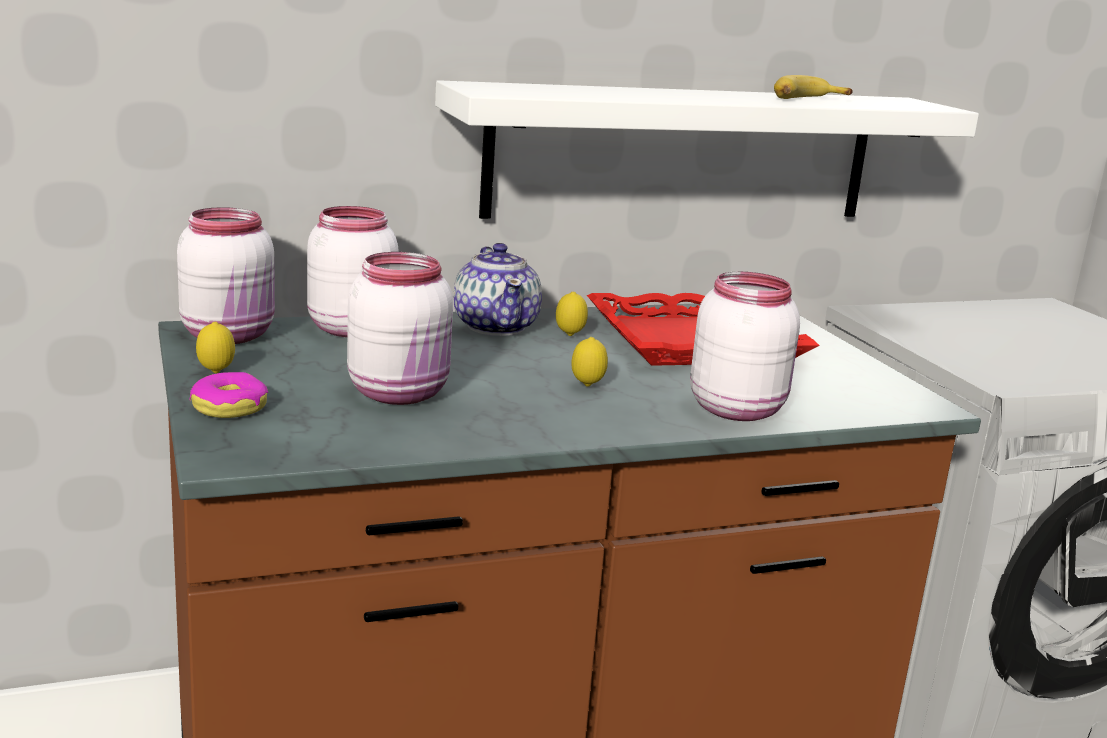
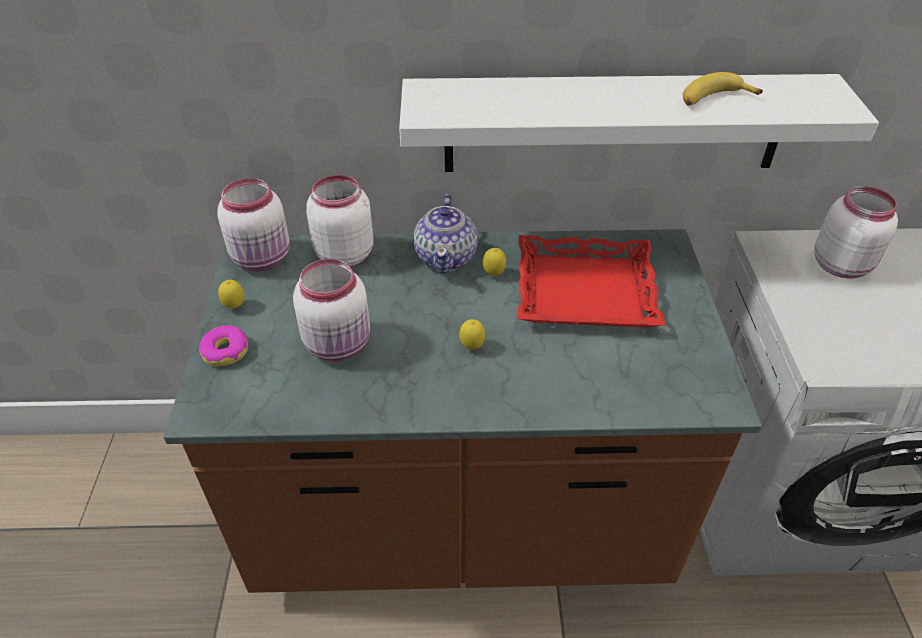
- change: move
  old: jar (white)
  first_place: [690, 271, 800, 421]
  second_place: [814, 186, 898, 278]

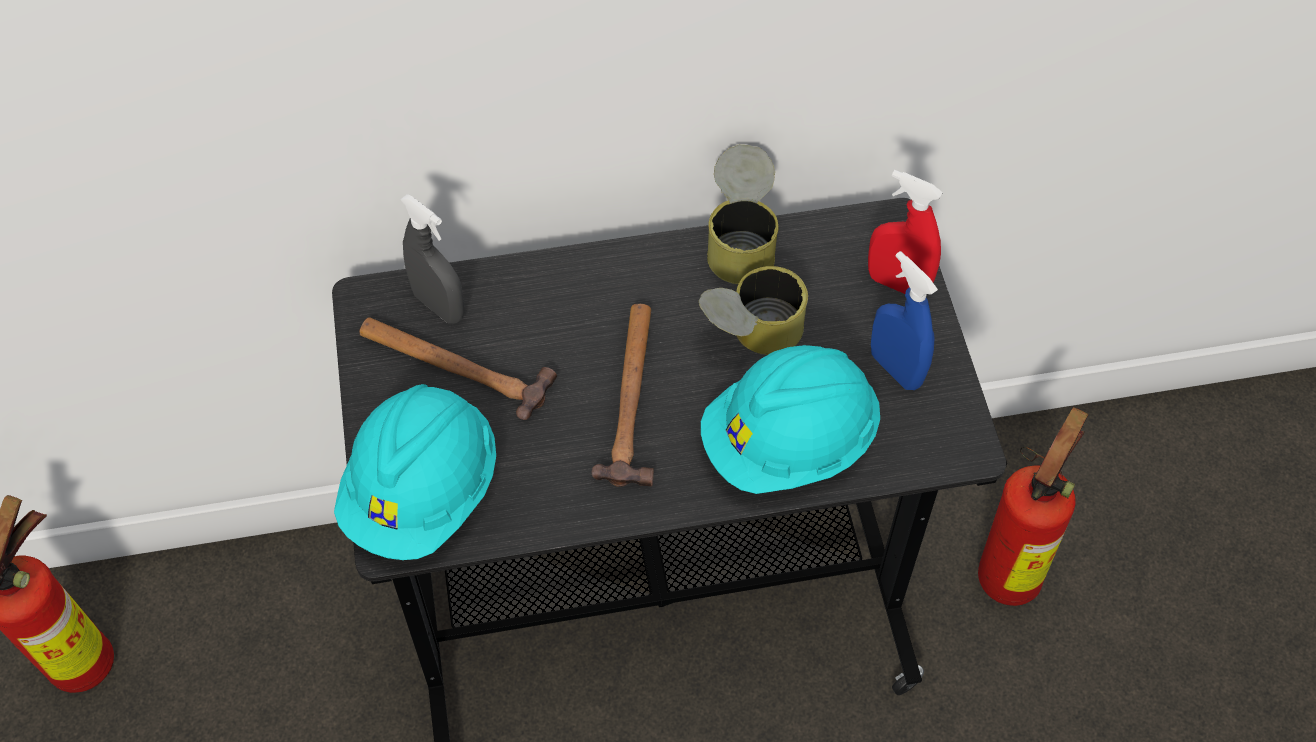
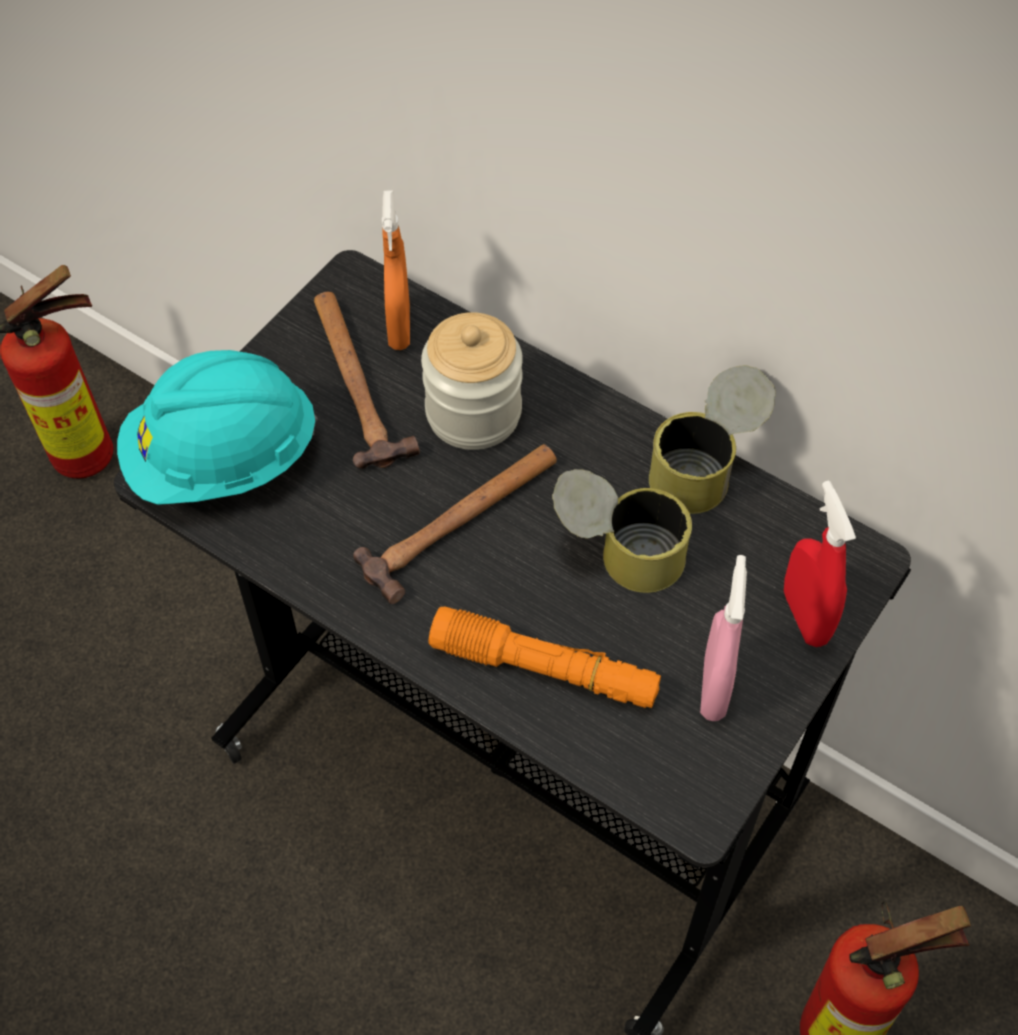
- change: insert
  new: jar
  second_place: [421, 312, 523, 450]
- change: replace
  old: hard hat (turquoise)
  new: flashlight (orange)
  first_place: [701, 345, 880, 494]
  second_place: [428, 606, 661, 708]
- change: recolor
  old: spray bottle (grey)
  new: spray bottle (orange)
  first_place: [400, 194, 465, 324]
  second_place: [382, 190, 410, 350]
- change: recolor
  old: spray bottle (blue)
  new: spray bottle (pink)
  first_place: [871, 251, 938, 390]
  second_place: [700, 555, 747, 721]

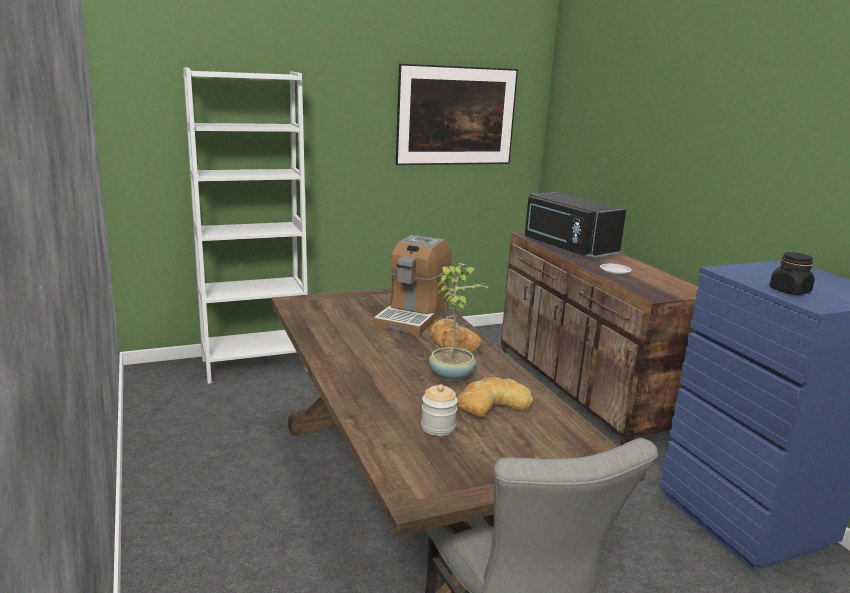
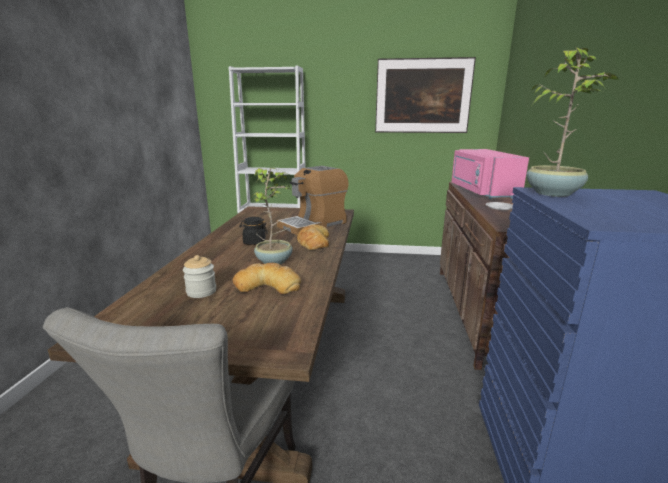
- change: insert
  new: potted plant
  second_place: [526, 47, 619, 197]
- change: move
  old: jar (black)
  first_place: [770, 252, 814, 295]
  second_place: [239, 217, 268, 245]
- change: recolor
  old: microwave (black)
  new: microwave (pink)
  first_place: [525, 192, 626, 258]
  second_place: [452, 149, 529, 199]

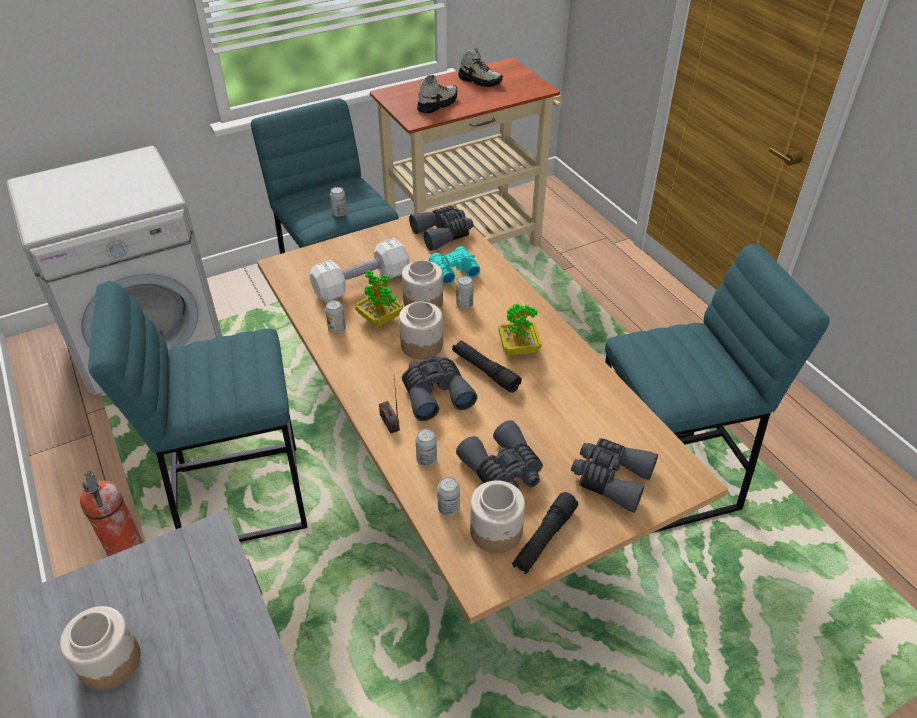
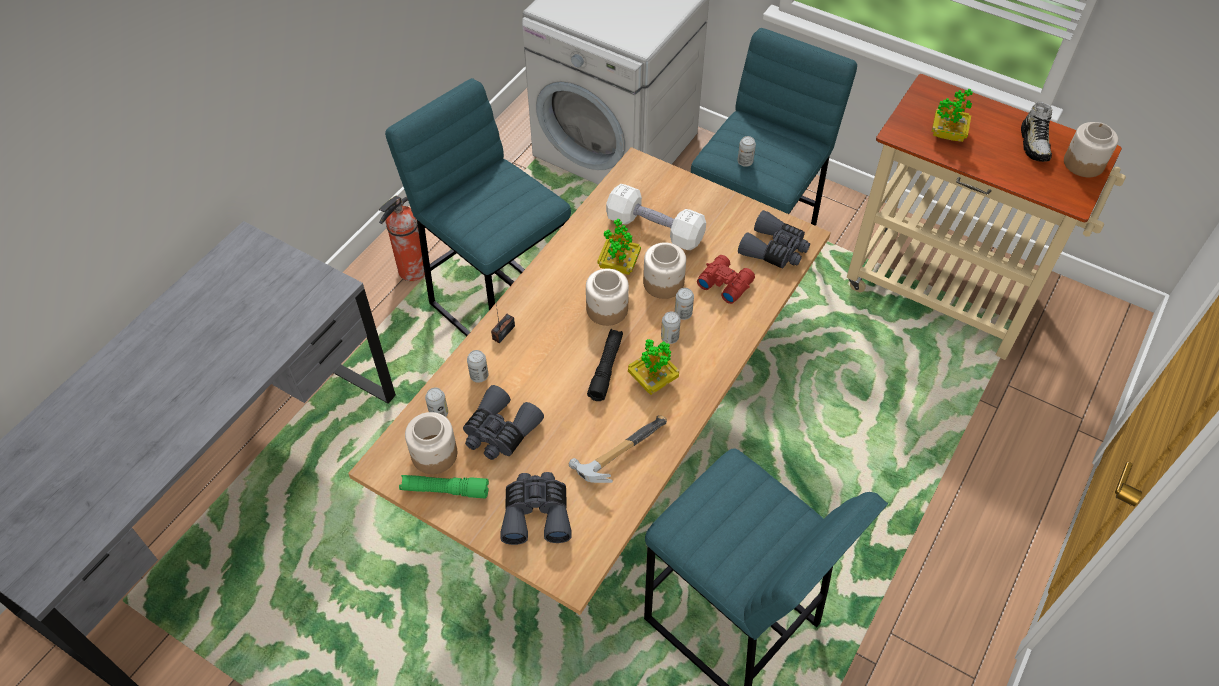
- change: delete
  old: binoculars (grey)
  first_place: [402, 356, 477, 421]
- change: insert
  new: hammer
  second_place: [569, 415, 667, 483]
- change: move
  old: jar
  first_place: [60, 606, 141, 690]
  second_place: [1064, 122, 1118, 177]
- change: move
  old: can
  first_place: [325, 300, 346, 334]
  second_place: [661, 312, 681, 344]
- change: replace
  old: shoe
  new: potted plant
  first_place: [417, 75, 457, 114]
  second_place: [932, 89, 973, 142]
- change: recolor
  old: binoculars (turquoise)
  new: binoculars (red)
  first_place: [429, 246, 480, 284]
  second_place: [697, 255, 755, 304]
- change: recolor
  old: flashlight (black)
  new: flashlight (green)
  first_place: [512, 492, 578, 574]
  second_place: [399, 475, 489, 499]

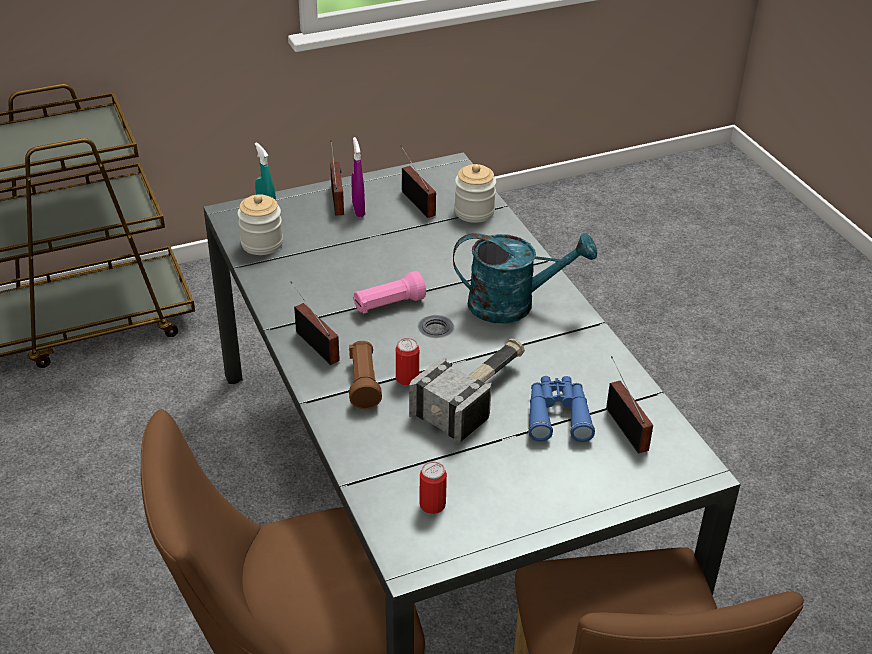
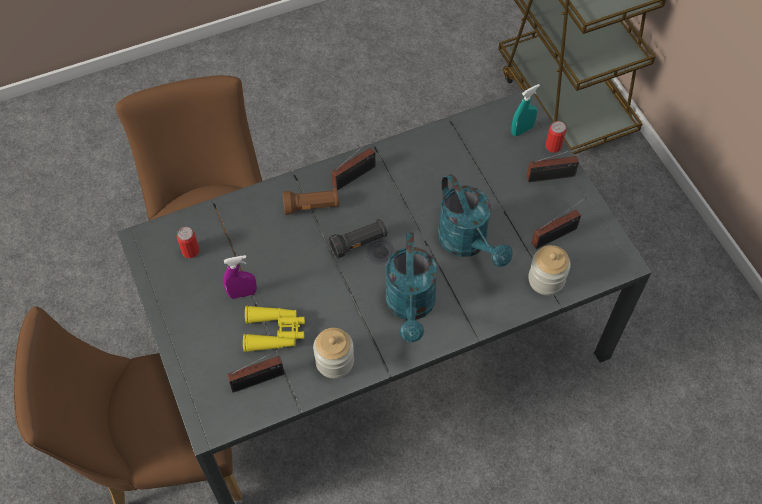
- change: delete
  old: flashlight (pink)
  first_place: [353, 271, 426, 314]
- change: delete
  old: hammer
  first_place: [409, 338, 525, 444]
- change: insert
  new: flashlight (black)
  second_place: [329, 219, 388, 258]
- change: insert
  new: watering can (turquoise)
  second_place: [437, 174, 513, 267]
- change: move
  old: jar
  first_place: [237, 194, 283, 255]
  second_place: [313, 328, 354, 379]
- change: move
  old: spray bottle (purple)
  first_place: [351, 137, 365, 217]
  second_place: [223, 255, 257, 299]
- change: move
  old: can
  first_place: [396, 338, 419, 386]
  second_place: [545, 121, 566, 153]
- change: recolor
  old: binoculars (blue)
  new: binoculars (yellow)
  first_place: [528, 376, 595, 442]
  second_place: [243, 305, 305, 352]

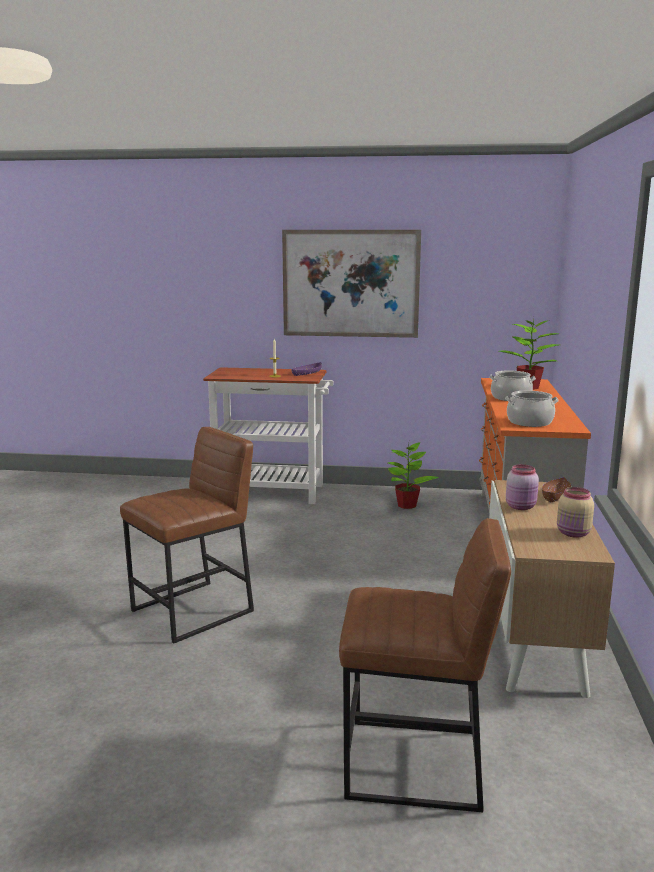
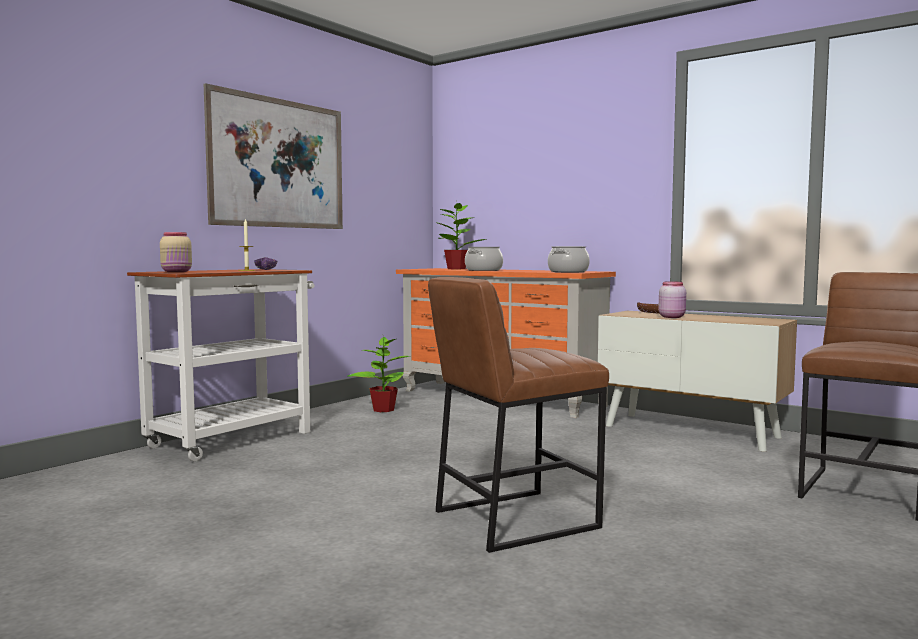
- change: move
  old: jar (beige)
  first_place: [557, 487, 594, 538]
  second_place: [160, 232, 192, 272]
- change: rotate
  old: chair (brown)
  first_place: [120, 427, 254, 644]
  second_place: [428, 277, 609, 553]
  degrees: -105

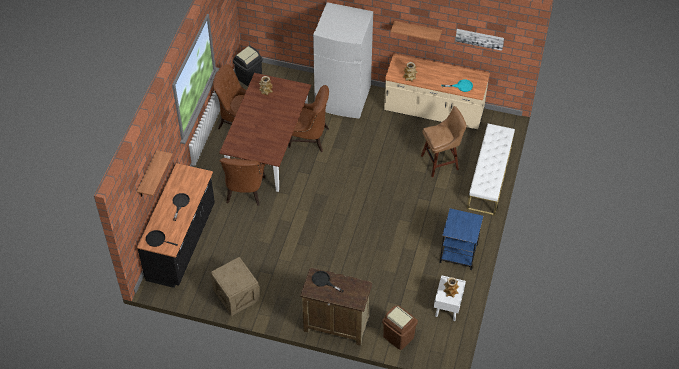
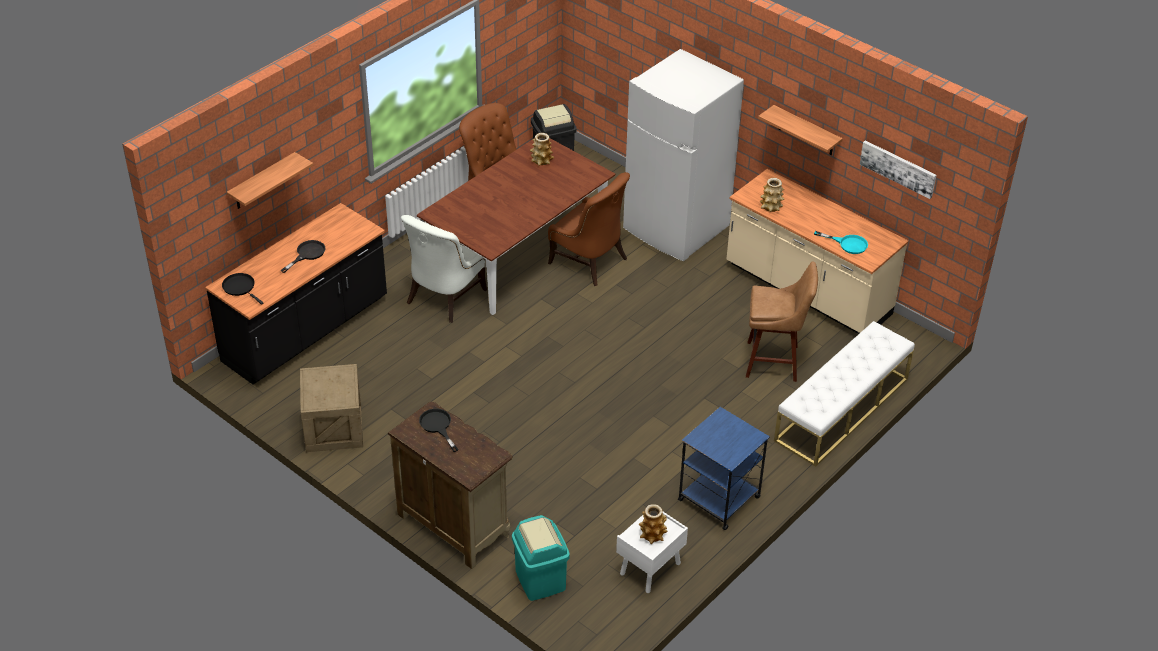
- change: recolor
  old: chair (brown)
  new: chair (white)
  first_place: [219, 157, 266, 206]
  second_place: [401, 215, 487, 323]
- change: recolor
  old: trash can (brown)
  new: trash can (turquoise)
  first_place: [382, 306, 418, 350]
  second_place: [512, 515, 570, 601]

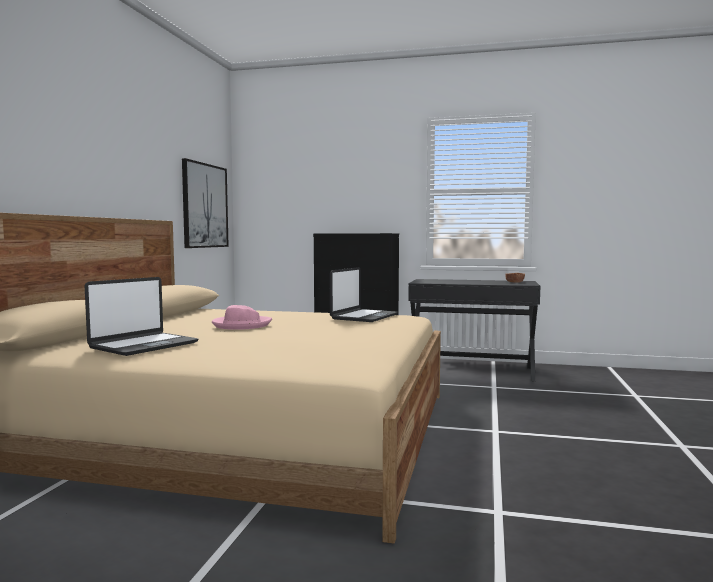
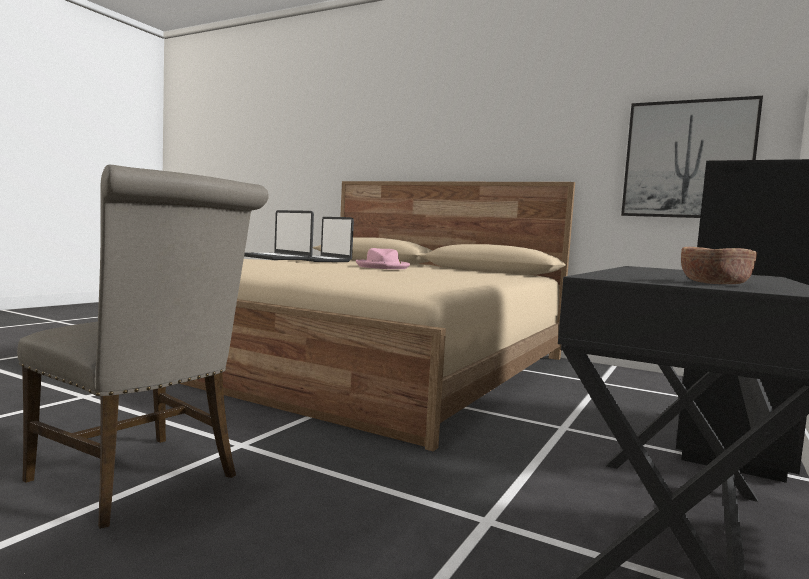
- change: insert
  new: chair (beige)
  second_place: [17, 165, 269, 529]
- change: move
  old: laptop
  first_place: [330, 267, 398, 322]
  second_place: [244, 210, 314, 260]

